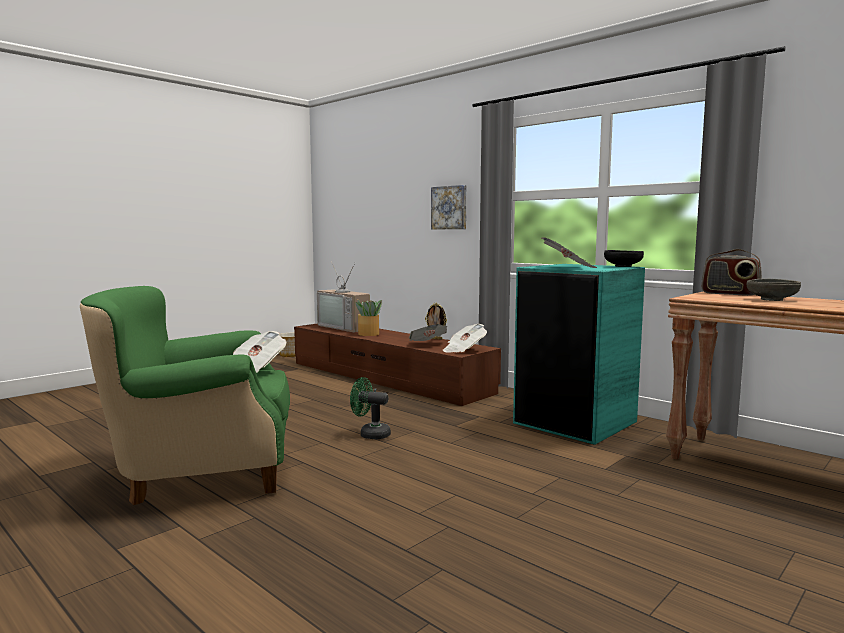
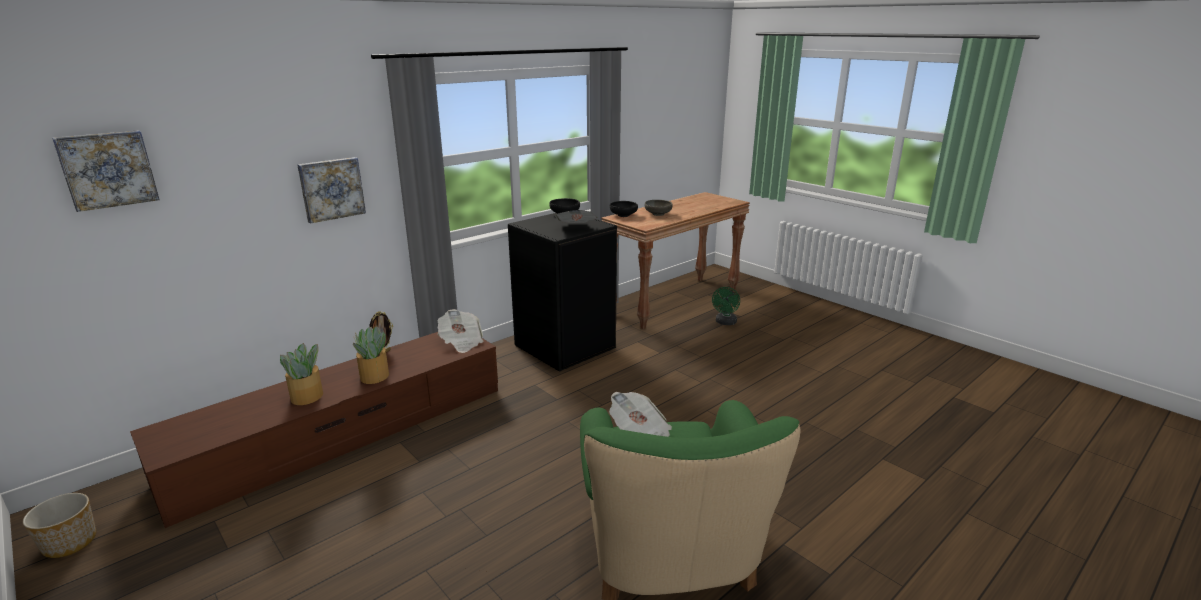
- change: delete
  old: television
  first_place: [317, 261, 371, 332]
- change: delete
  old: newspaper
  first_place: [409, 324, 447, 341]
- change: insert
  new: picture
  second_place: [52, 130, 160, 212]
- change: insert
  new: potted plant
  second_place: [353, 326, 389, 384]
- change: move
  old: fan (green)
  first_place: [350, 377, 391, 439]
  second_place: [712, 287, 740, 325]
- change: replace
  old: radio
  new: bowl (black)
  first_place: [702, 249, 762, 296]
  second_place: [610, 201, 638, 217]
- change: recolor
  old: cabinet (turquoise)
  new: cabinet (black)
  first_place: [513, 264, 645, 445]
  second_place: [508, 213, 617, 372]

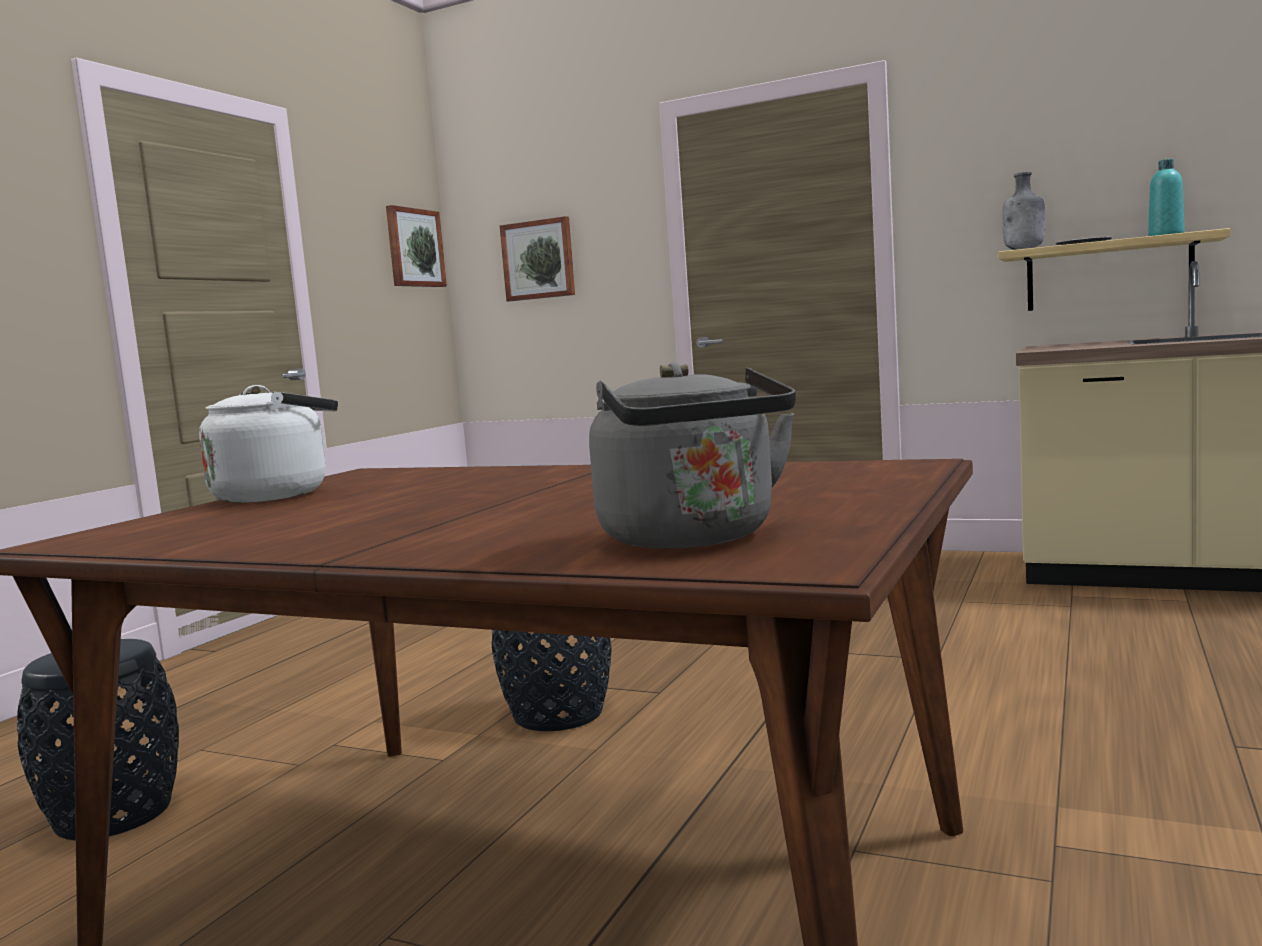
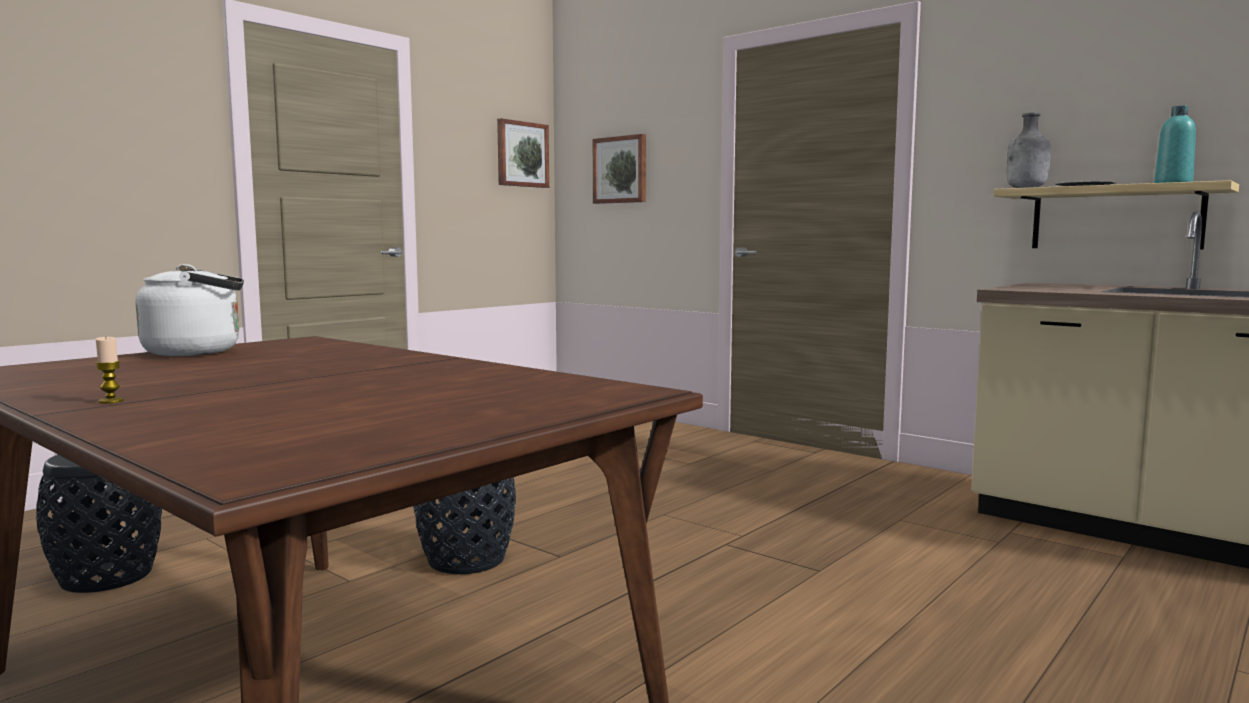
- change: delete
  old: kettle (grey)
  first_place: [589, 363, 796, 549]
- change: insert
  new: candle
  second_place: [95, 337, 124, 403]

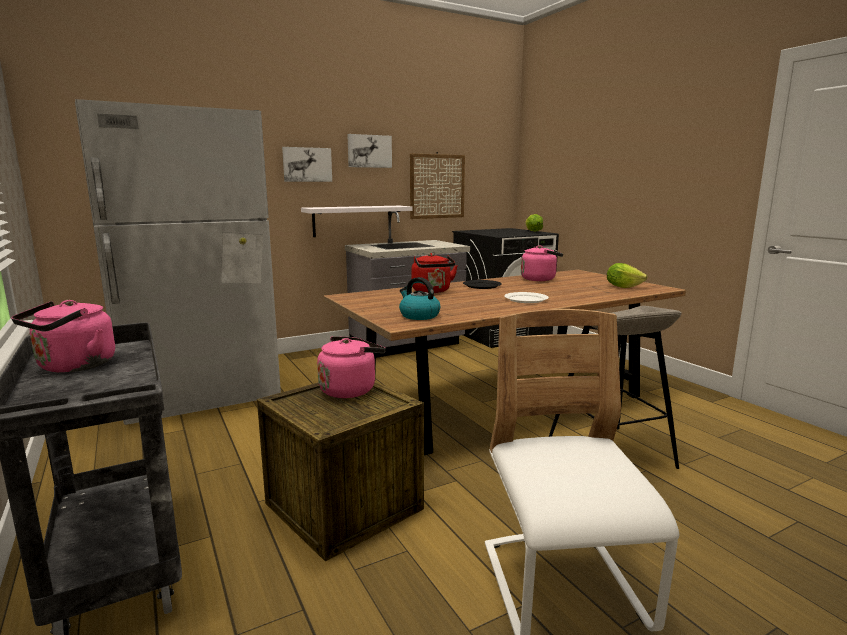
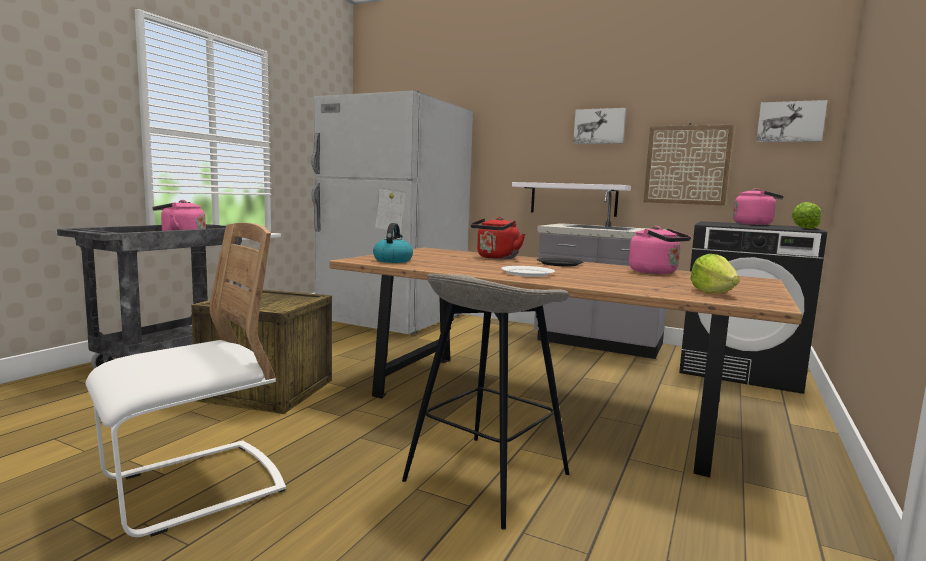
- change: move
  old: picture
  first_place: [282, 147, 332, 182]
  second_place: [756, 100, 828, 142]
- change: move
  old: kettle (pink)
  first_place: [317, 336, 386, 398]
  second_place: [733, 188, 784, 225]

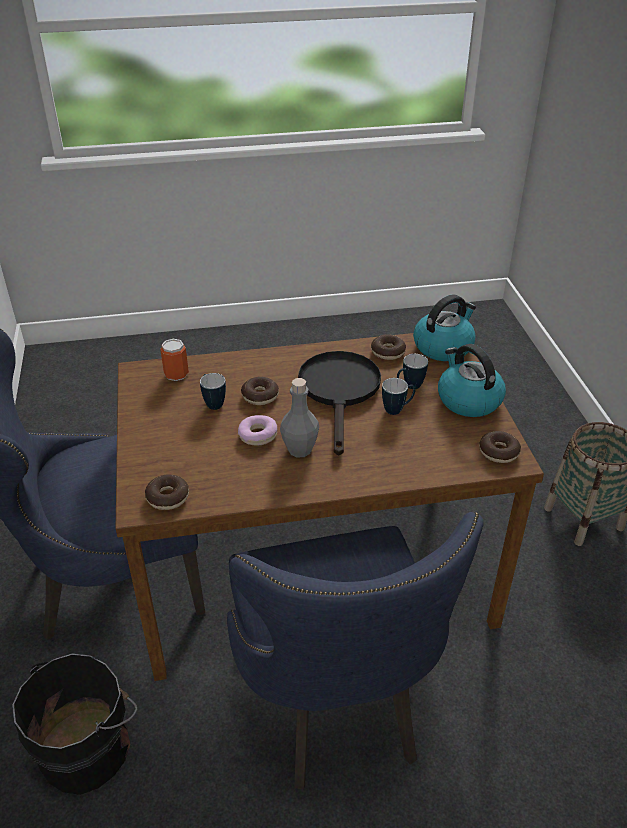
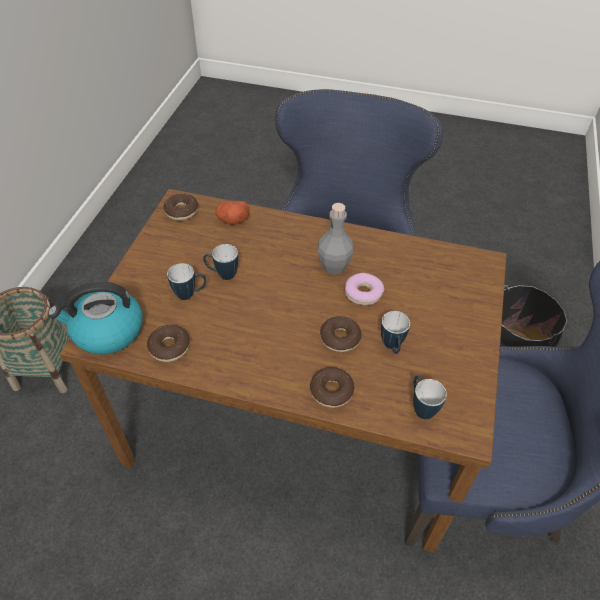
- change: delete
  old: frying pan (black)
  first_place: [298, 351, 381, 455]
- change: delete
  old: kettle
  first_place: [438, 344, 506, 417]
- change: insert
  new: potato
  second_place: [215, 201, 250, 225]
- change: move
  old: donut
  first_place: [145, 474, 189, 510]
  second_place: [310, 367, 355, 408]
- change: replace
  old: can
  new: mug
  first_place: [160, 339, 189, 381]
  second_place: [413, 376, 447, 419]

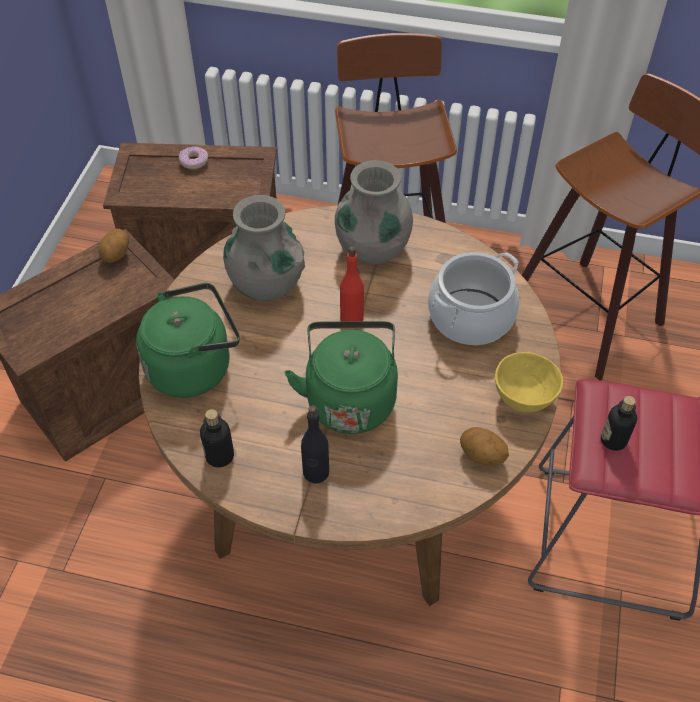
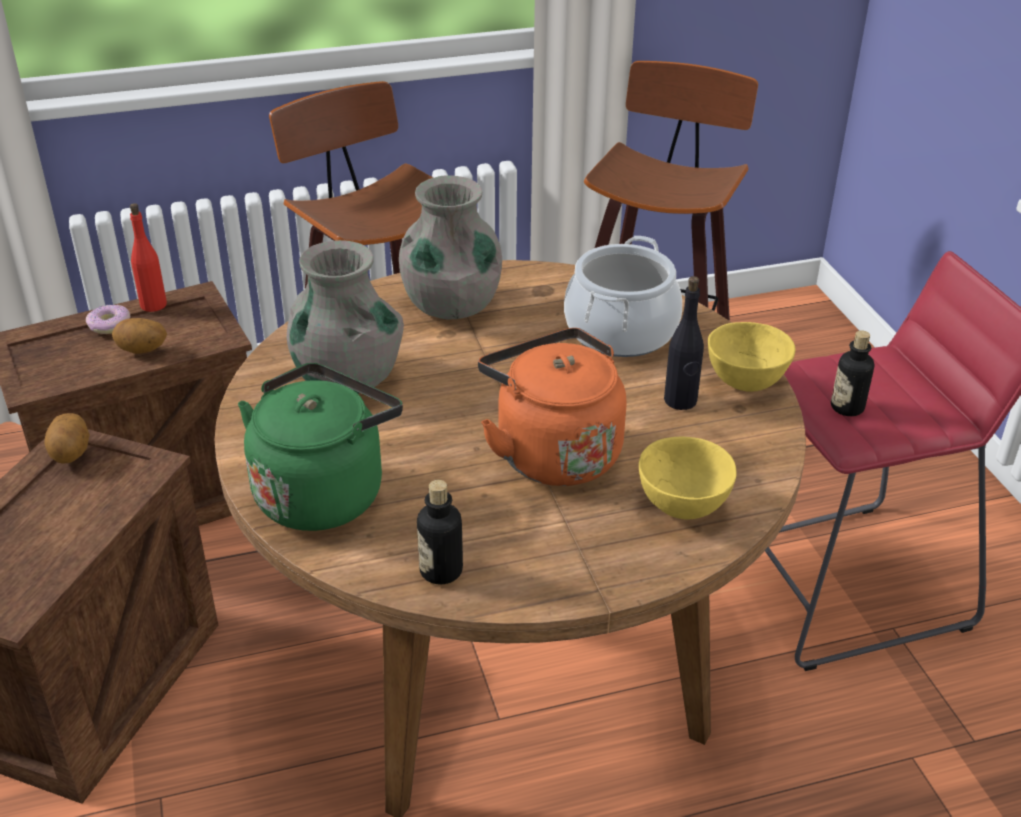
- change: insert
  new: bowl (yellow)
  second_place: [639, 437, 737, 520]
- change: move
  old: bottle (black)
  first_place: [301, 405, 329, 484]
  second_place: [664, 276, 704, 410]
- change: move
  old: bottle (red)
  first_place: [340, 246, 364, 321]
  second_place: [130, 203, 167, 312]
- change: move
  old: potato
  first_place: [460, 427, 509, 466]
  second_place: [112, 318, 167, 354]
- change: recolor
  old: kettle (green)
  new: kettle (orange)
  first_place: [285, 321, 398, 434]
  second_place: [478, 328, 626, 486]

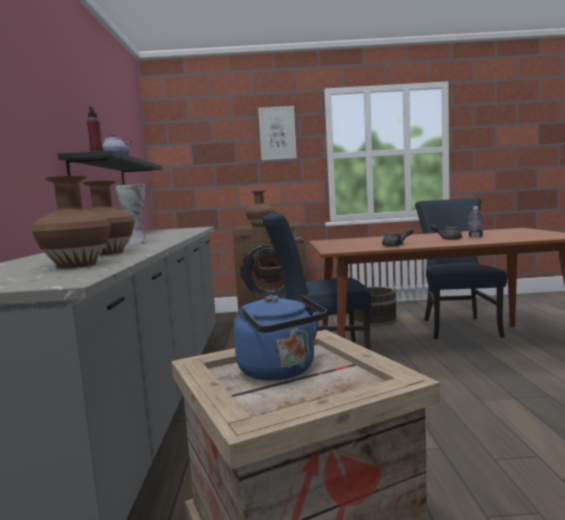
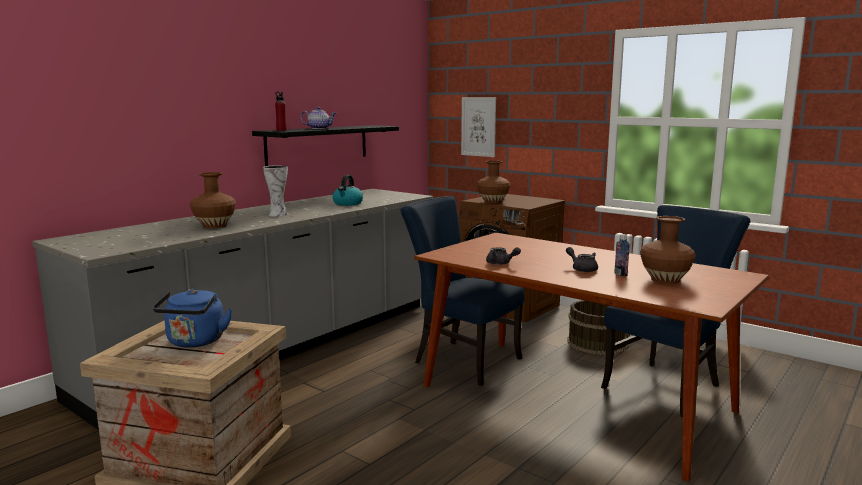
- change: insert
  new: kettle
  second_place: [333, 175, 363, 206]
- change: move
  old: vase (brown)
  first_place: [32, 176, 111, 268]
  second_place: [640, 216, 696, 284]
- change: move
  old: picture
  first_place: [258, 106, 297, 160]
  second_place: [461, 97, 496, 157]

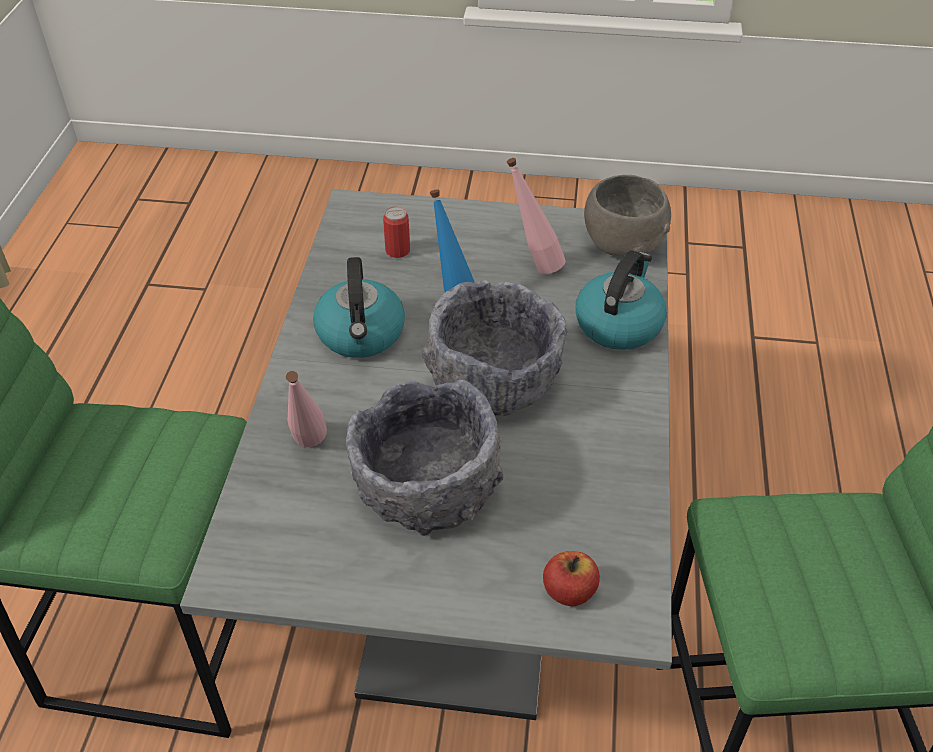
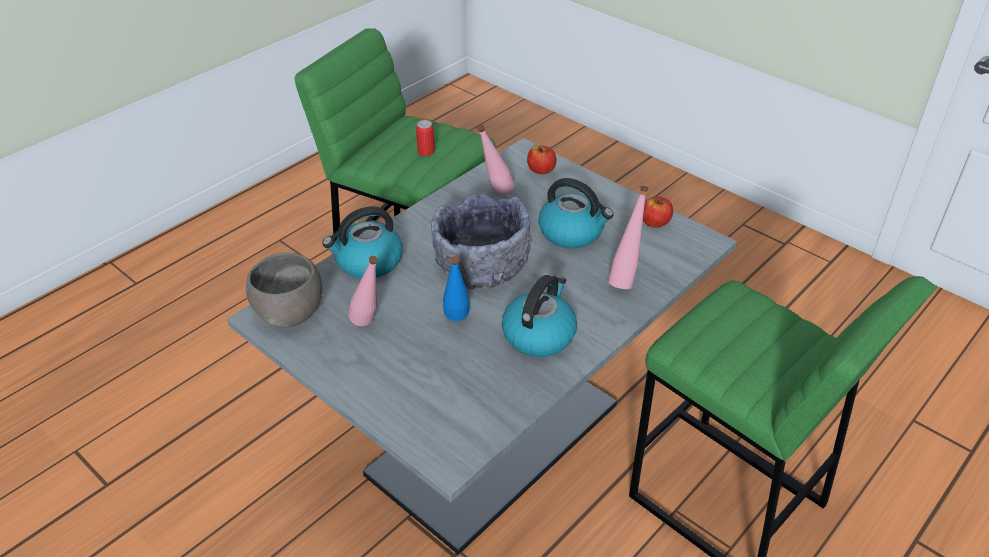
- change: insert
  new: bottle (pink)
  second_place: [477, 125, 514, 195]
- change: insert
  new: apple
  second_place: [643, 197, 673, 228]
- change: move
  old: can
  first_place: [383, 206, 410, 258]
  second_place: [416, 120, 435, 156]
- change: replace
  old: bowl (grey)
  new: kettle
  first_place: [346, 379, 503, 536]
  second_place: [538, 178, 613, 249]

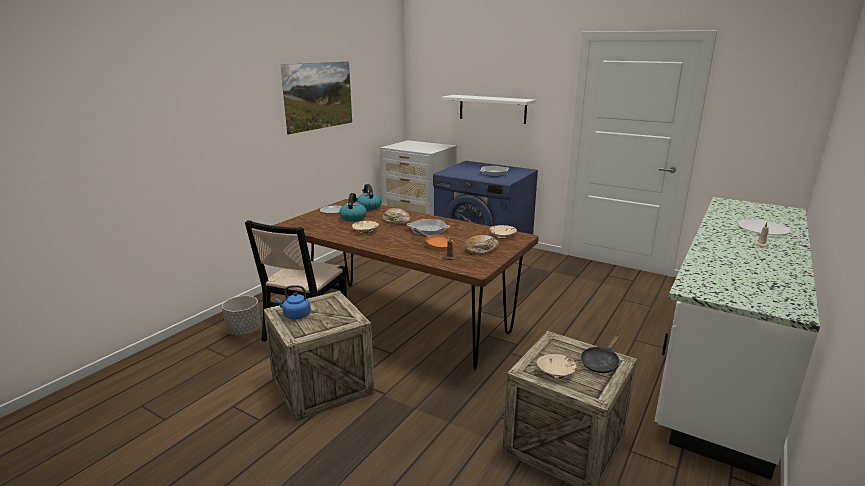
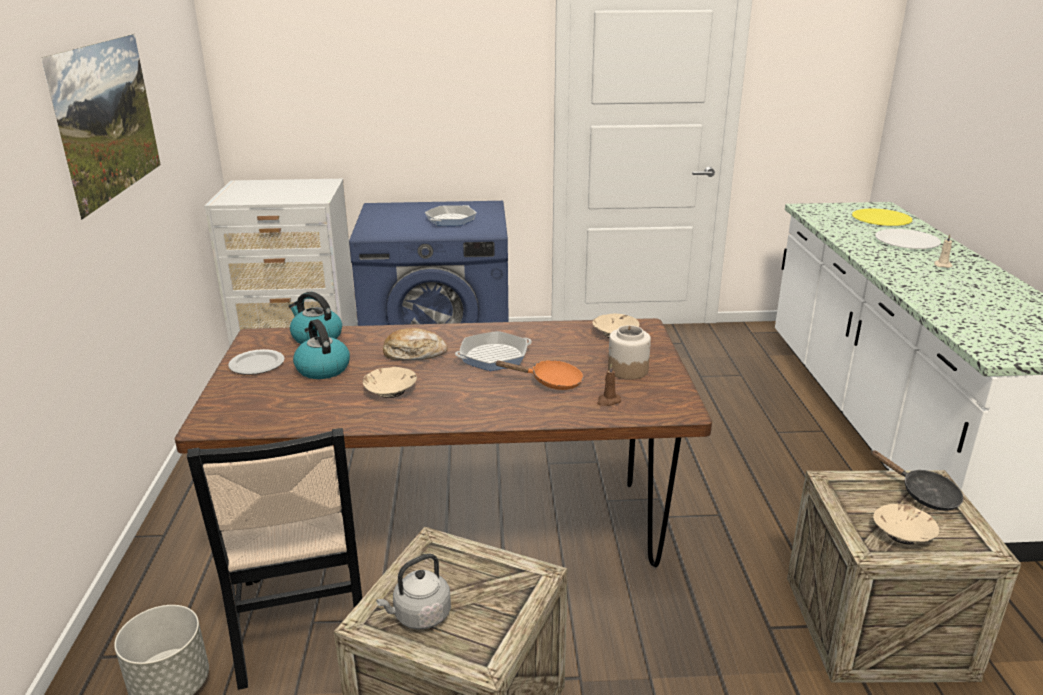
- change: delete
  old: shelf (white)
  first_place: [441, 95, 536, 124]
- change: insert
  new: plate (yellow)
  second_place: [852, 209, 912, 226]
- change: replace
  old: bread
  new: jar
  first_place: [464, 235, 499, 255]
  second_place: [608, 325, 651, 380]
- change: recolor
  old: kettle (blue)
  new: kettle (grey)
  first_place: [275, 285, 311, 320]
  second_place: [376, 554, 451, 630]
- change: rotate
  old: frying pan (black)
  first_place: [581, 334, 620, 373]
  second_place: [871, 450, 963, 511]
  degrees: -45

